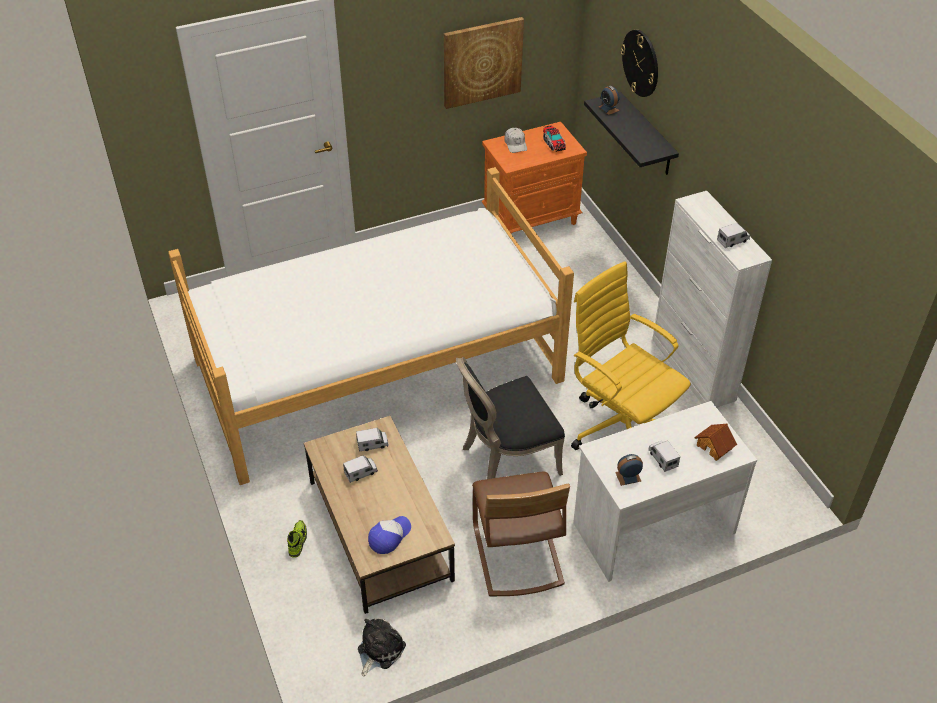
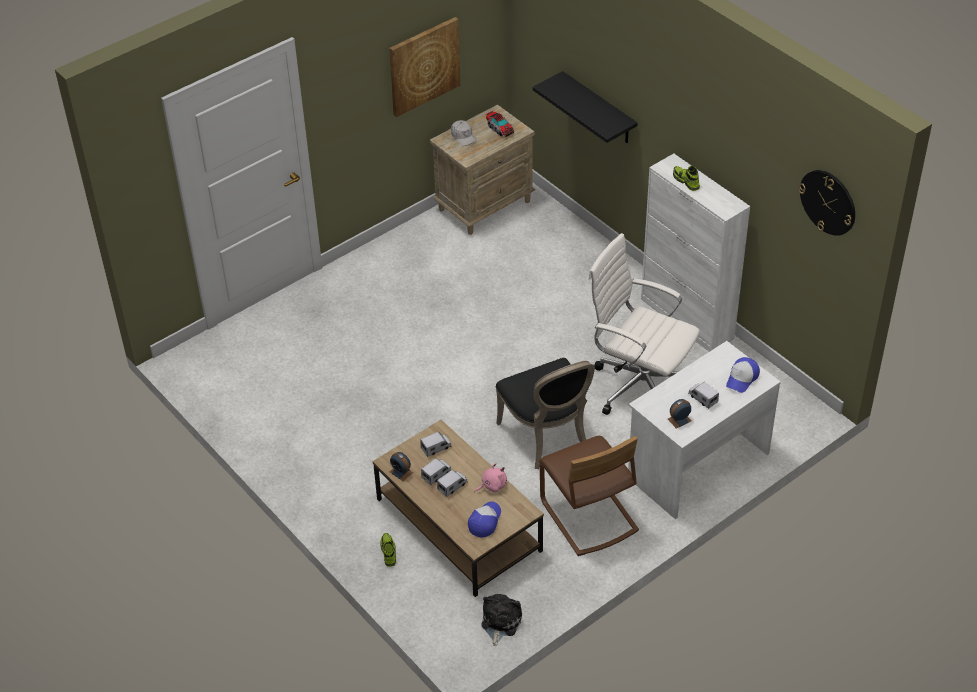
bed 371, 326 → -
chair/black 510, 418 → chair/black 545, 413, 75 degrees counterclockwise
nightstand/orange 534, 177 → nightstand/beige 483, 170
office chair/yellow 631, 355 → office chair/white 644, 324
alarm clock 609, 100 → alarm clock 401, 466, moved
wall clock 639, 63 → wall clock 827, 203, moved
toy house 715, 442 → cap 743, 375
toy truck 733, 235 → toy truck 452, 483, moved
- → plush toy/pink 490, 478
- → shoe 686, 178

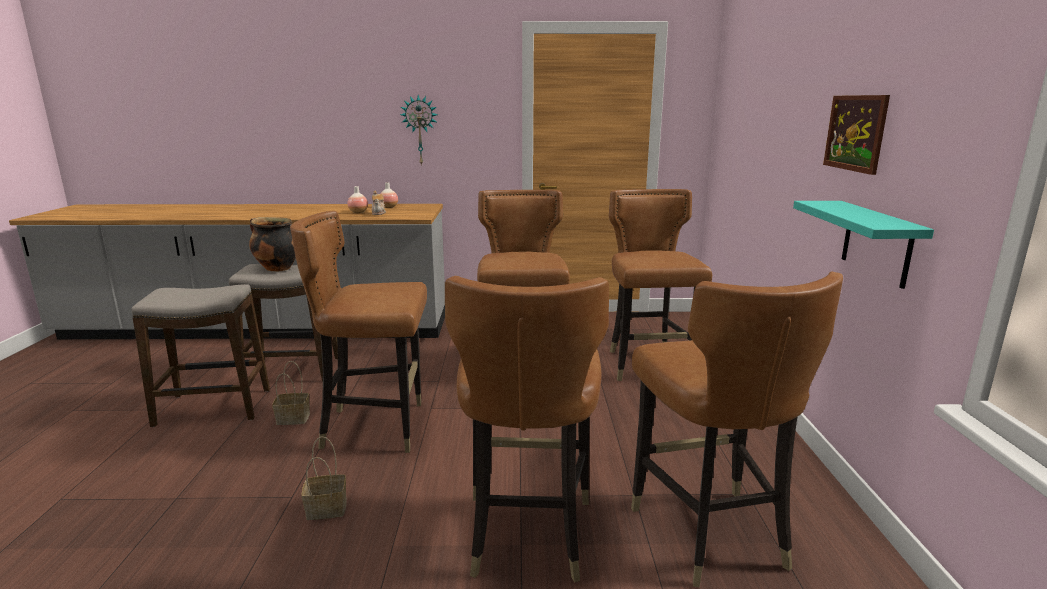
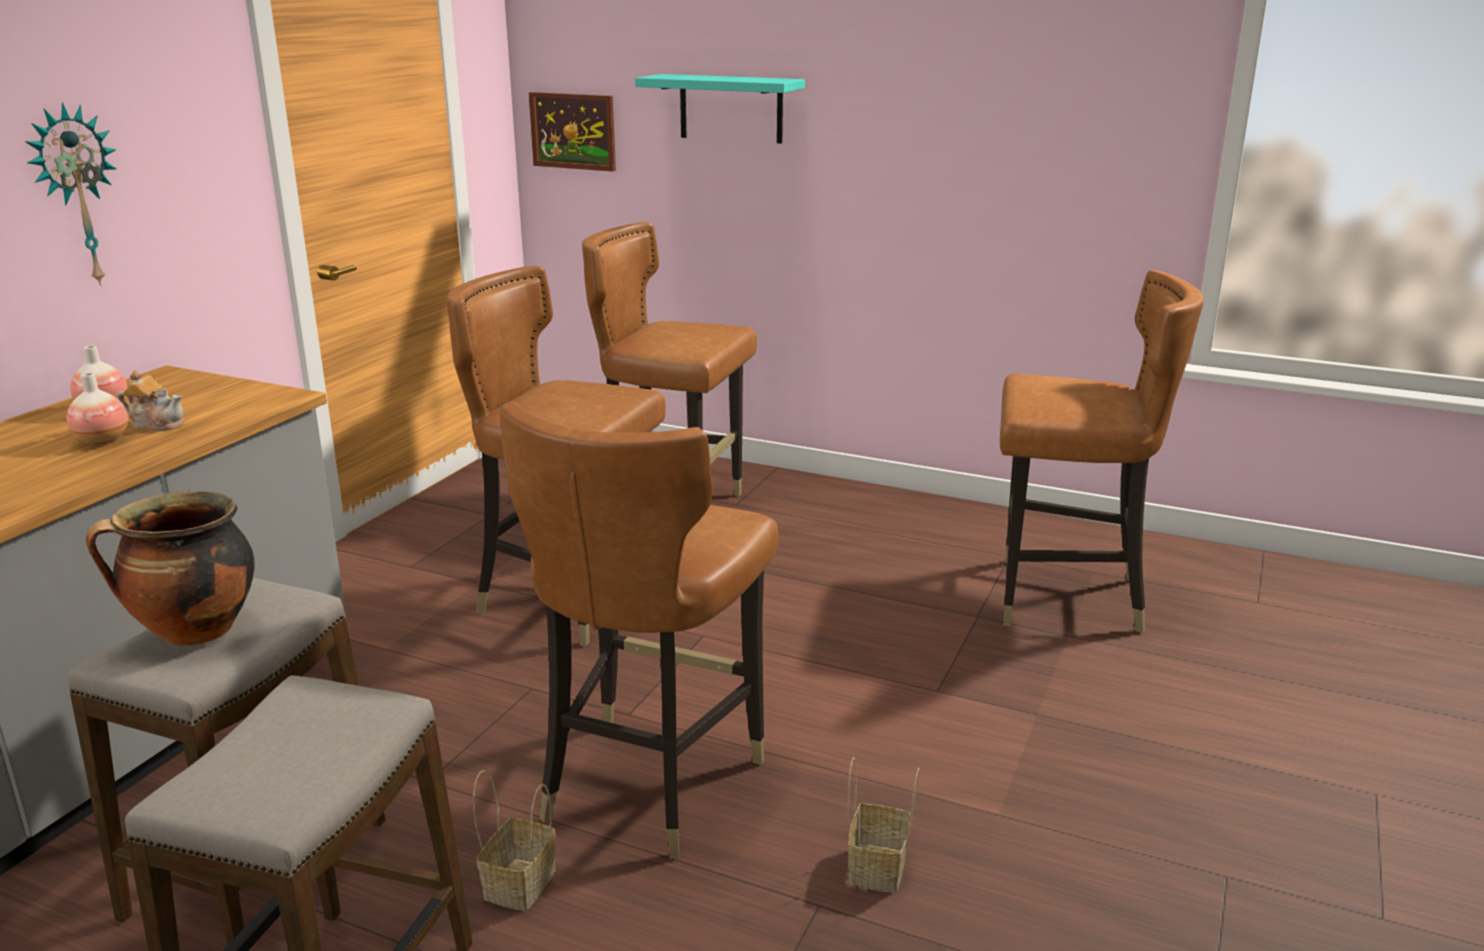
chair/brown 527, 429 → -
shelf/turquoise 863, 245 → shelf/turquoise 720, 109, moved
picture 856, 135 → picture 572, 132, moved

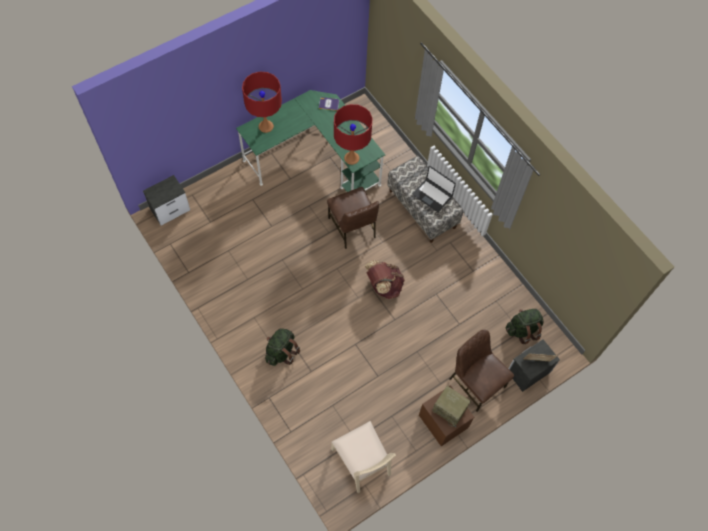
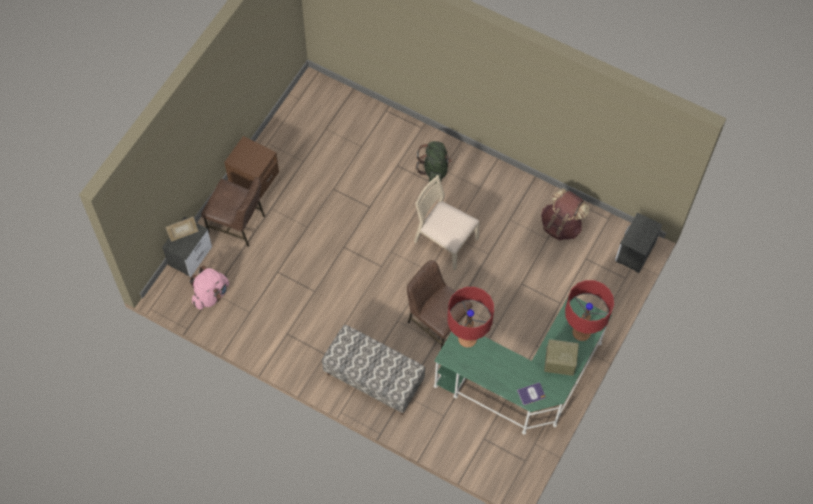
chair/beige 363, 457 → chair/beige 447, 222, moved
backpack/brown 385, 279 → backpack/brown 565, 214, moved
laptop 434, 189 → -
radio 451, 406 → radio 561, 357, moved
backpack/green 525, 326 → backpack/pink 209, 287

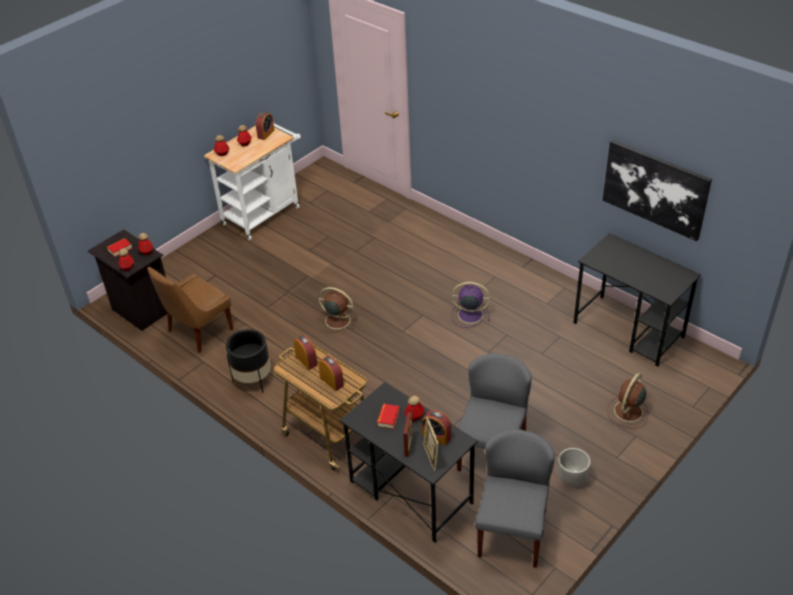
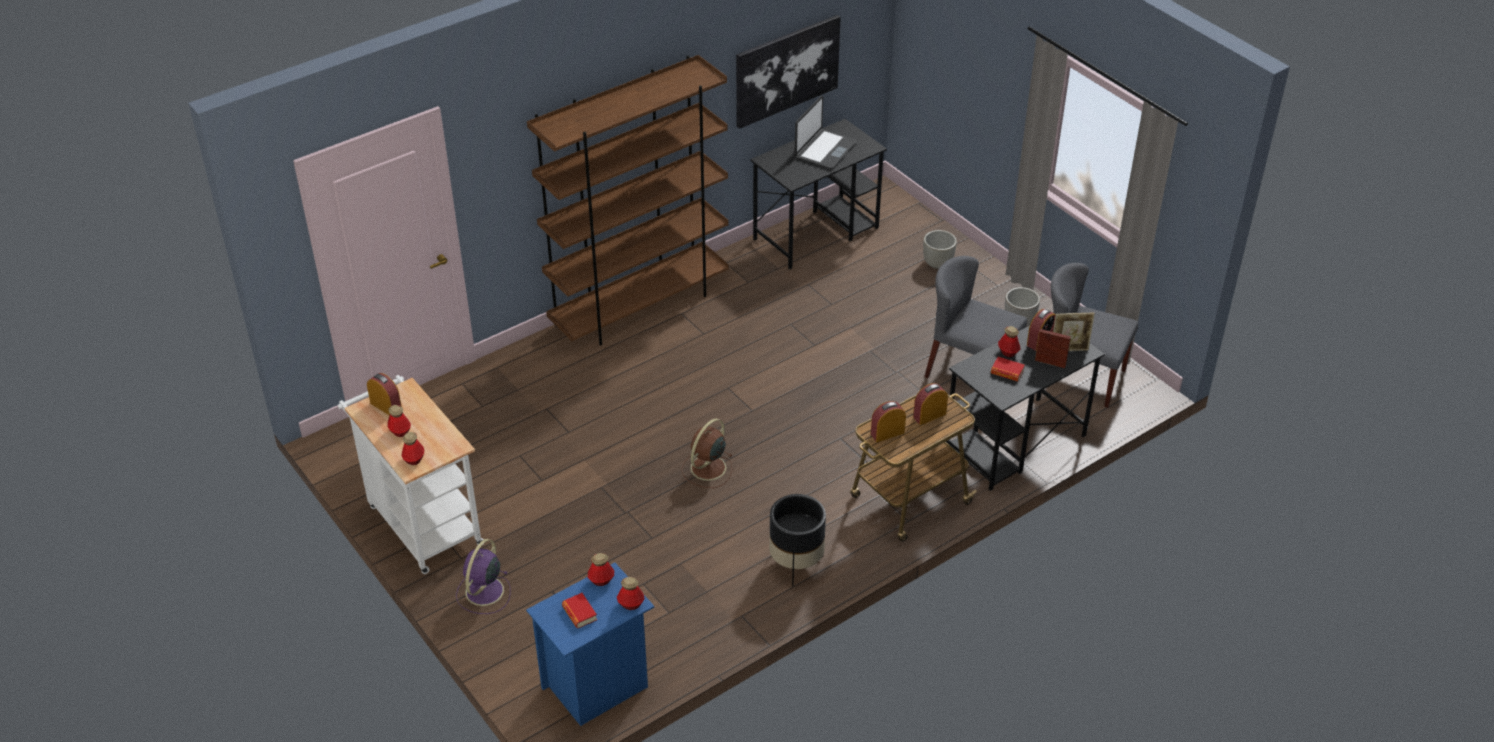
nightstand/black 127, 280 → nightstand/blue 590, 644
chair/brown 190, 310 → -
fan/purple 470, 305 → fan/purple 483, 576, moved
fan/brown 627, 401 → planter/grey 940, 249
- → bookcase/brown 628, 200
- → laptop 825, 132

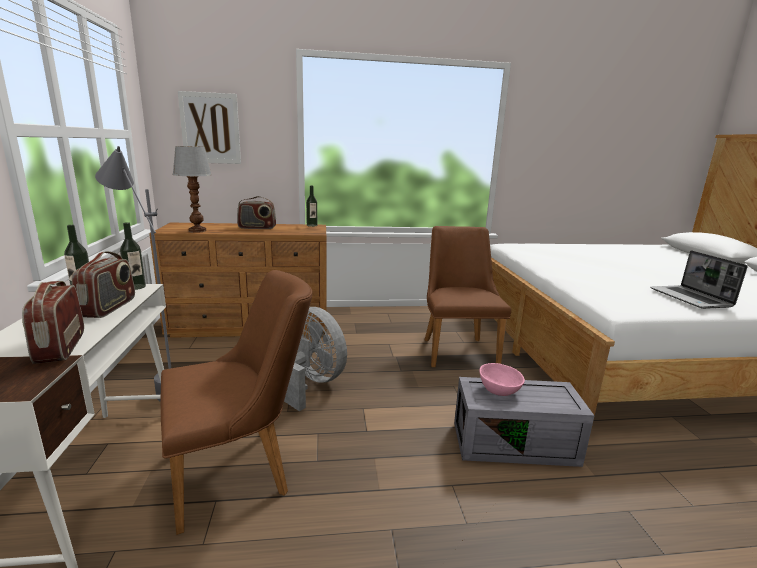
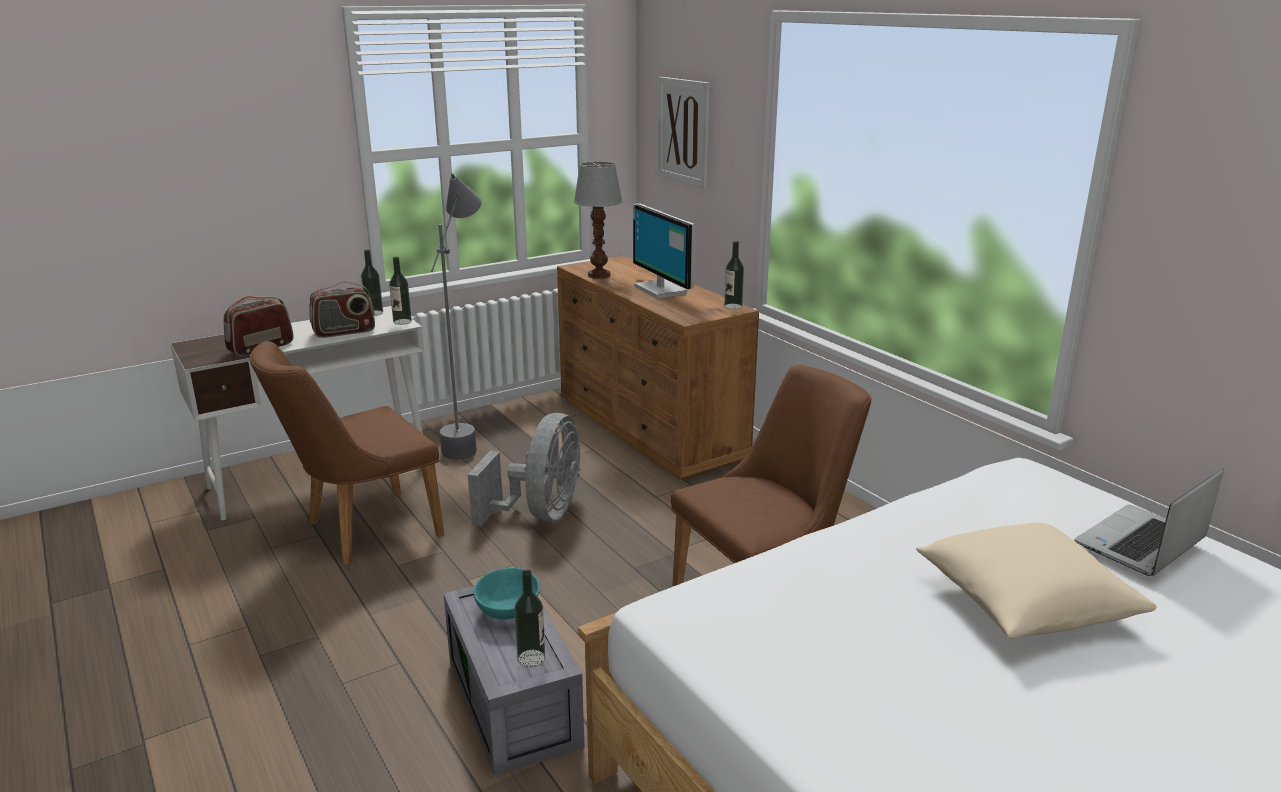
chair/brown 236, 402 → chair/brown 347, 453, 105 degrees clockwise
radio 256, 212 → monitor 664, 251
bowl/pink 502, 379 → bowl/turquoise 507, 593
laptop 699, 279 → laptop 1149, 522, moved
- → bottle 529, 618
- → pillow/beige 1036, 581

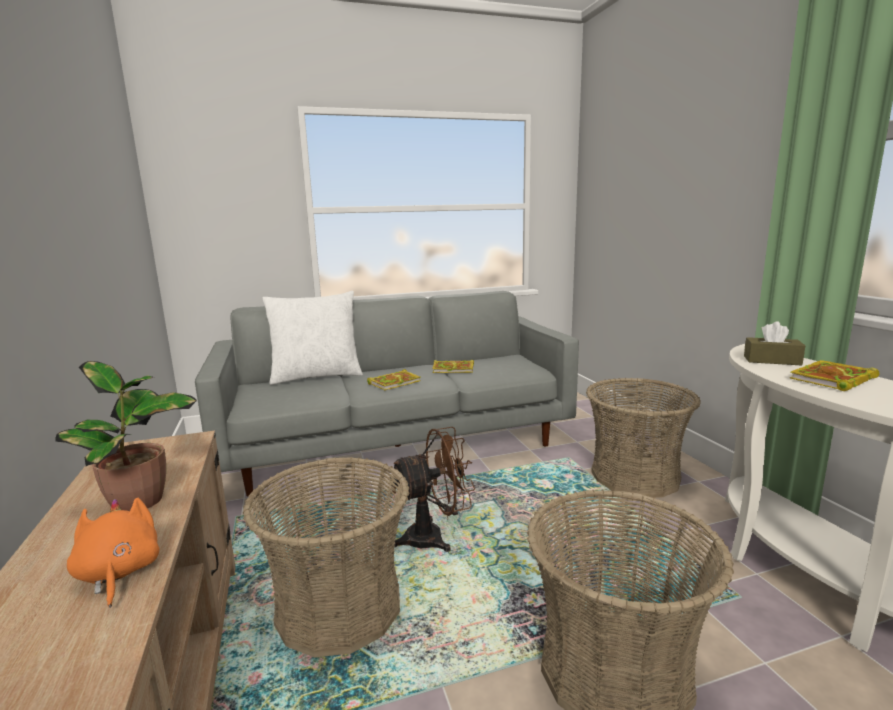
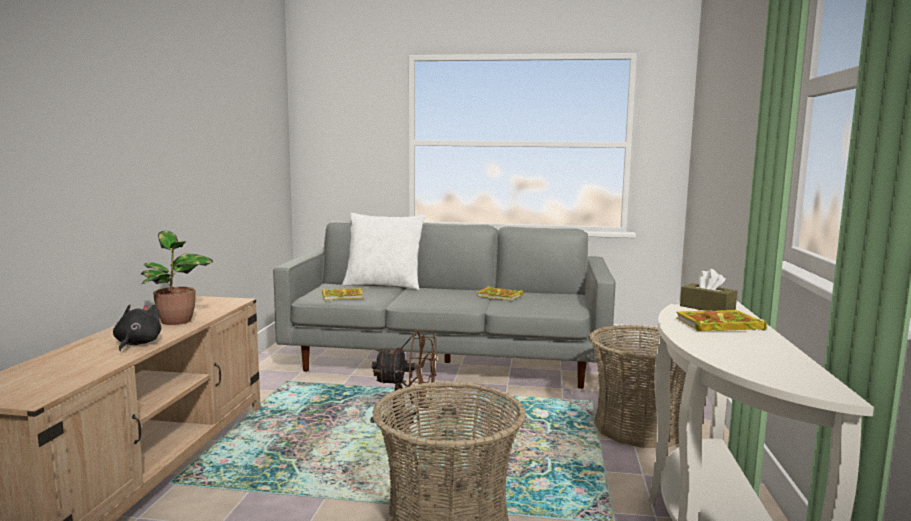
plush toy/orange 113, 552 → plush toy/black 137, 327
basket 326, 557 → -
book 394, 379 → book 342, 293, moved

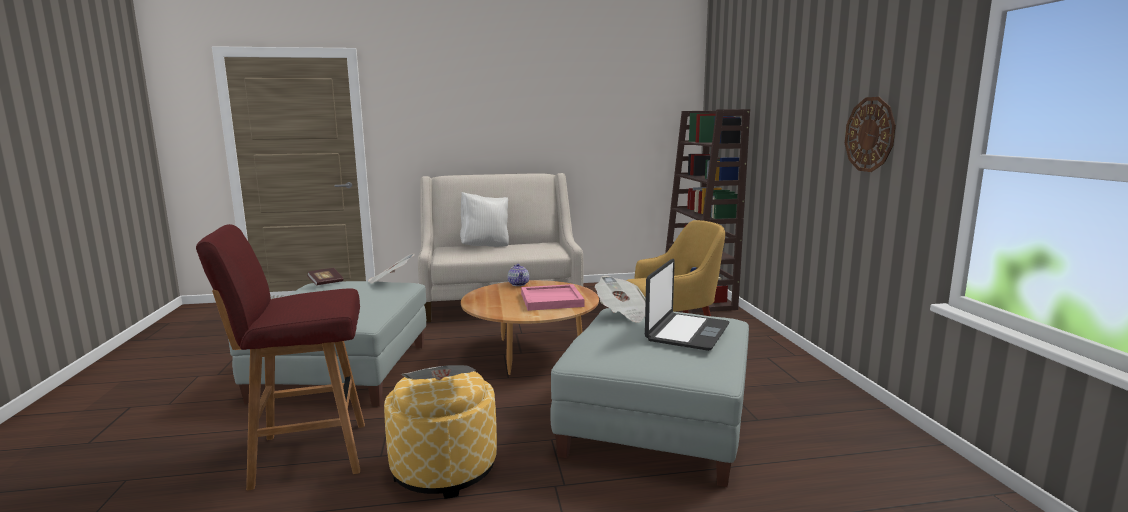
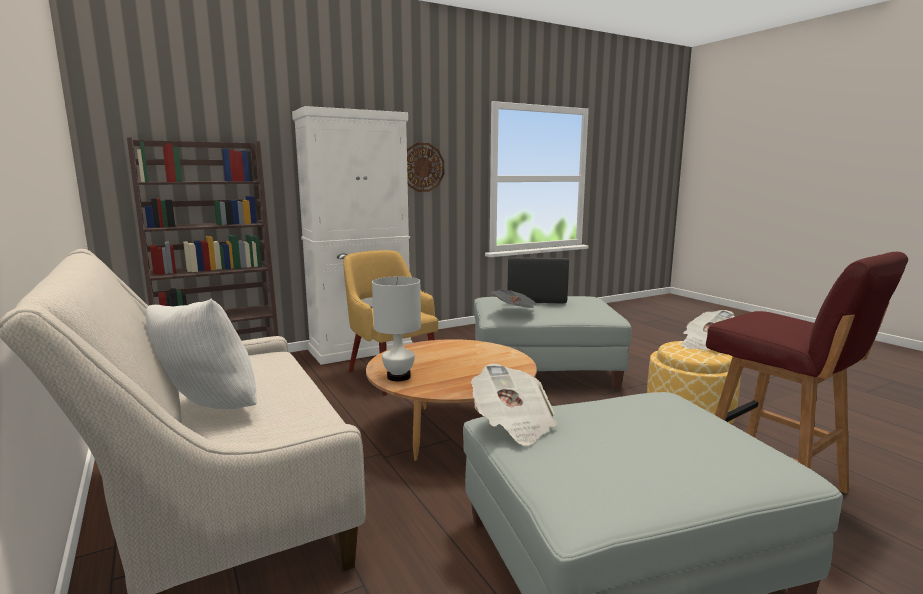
book 325, 277 → -
teapot 518, 275 → table lamp/white 396, 328
tray/pink 552, 297 → -
- → cabinet/white 352, 235

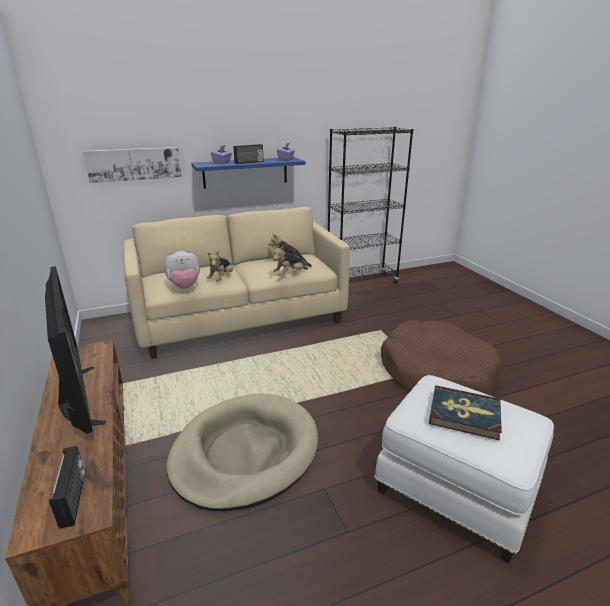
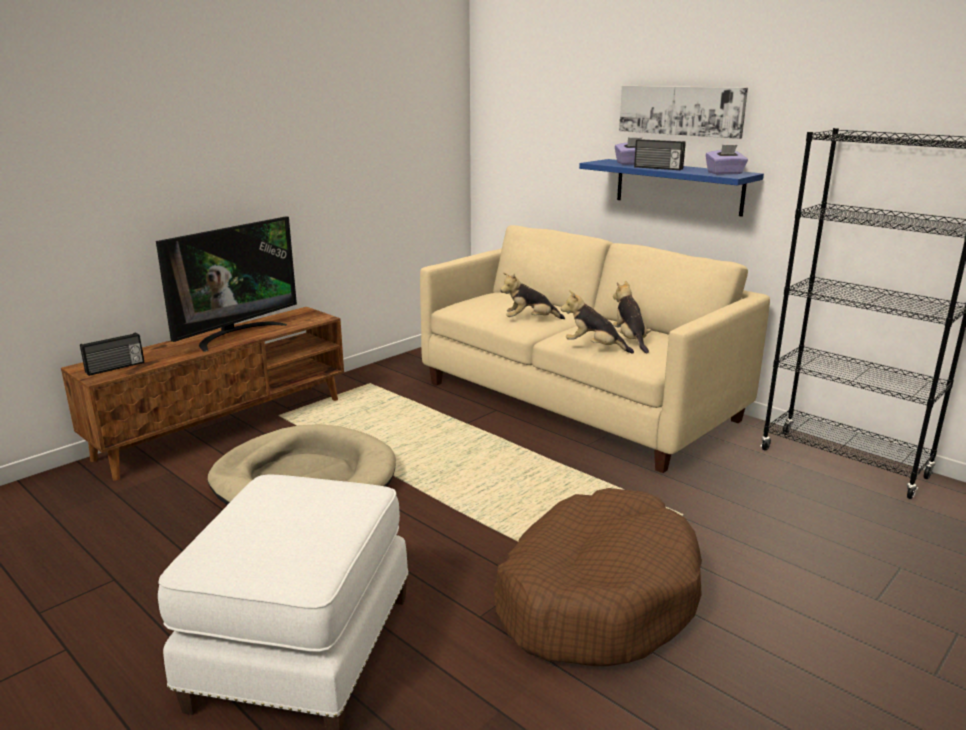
picture 132, 165 → picture 683, 112, moved
plush toy 182, 269 → -
book 465, 413 → -

